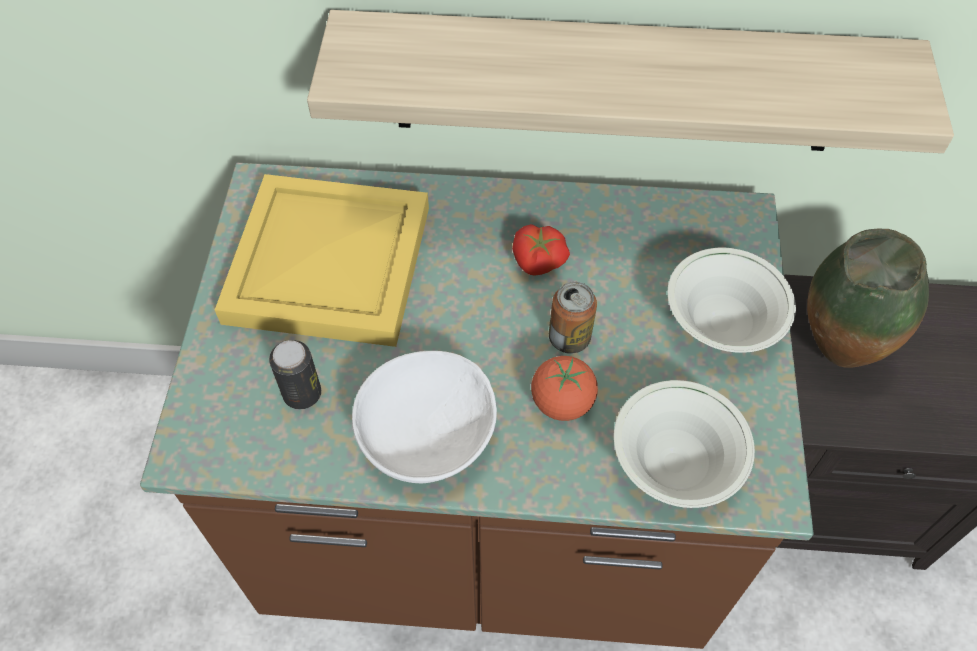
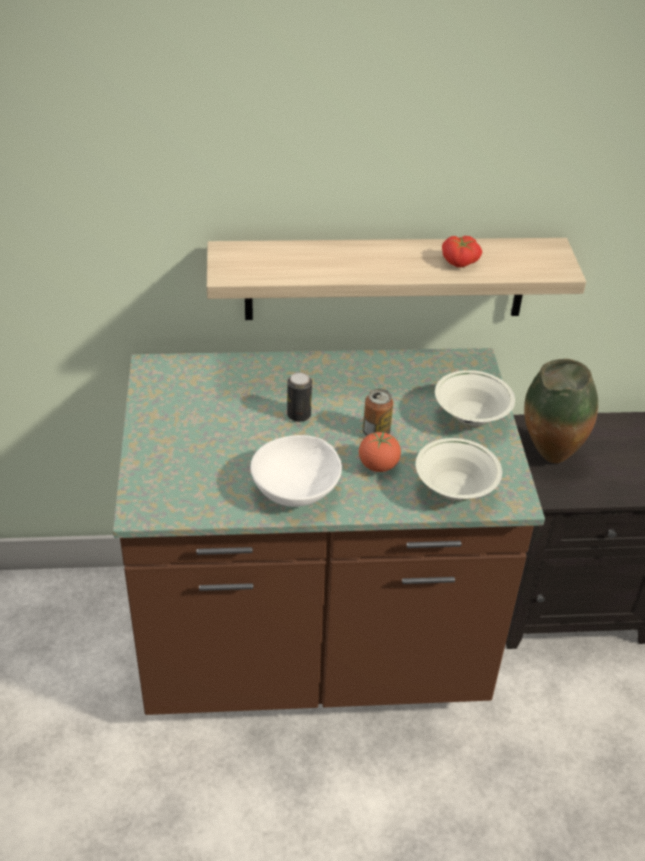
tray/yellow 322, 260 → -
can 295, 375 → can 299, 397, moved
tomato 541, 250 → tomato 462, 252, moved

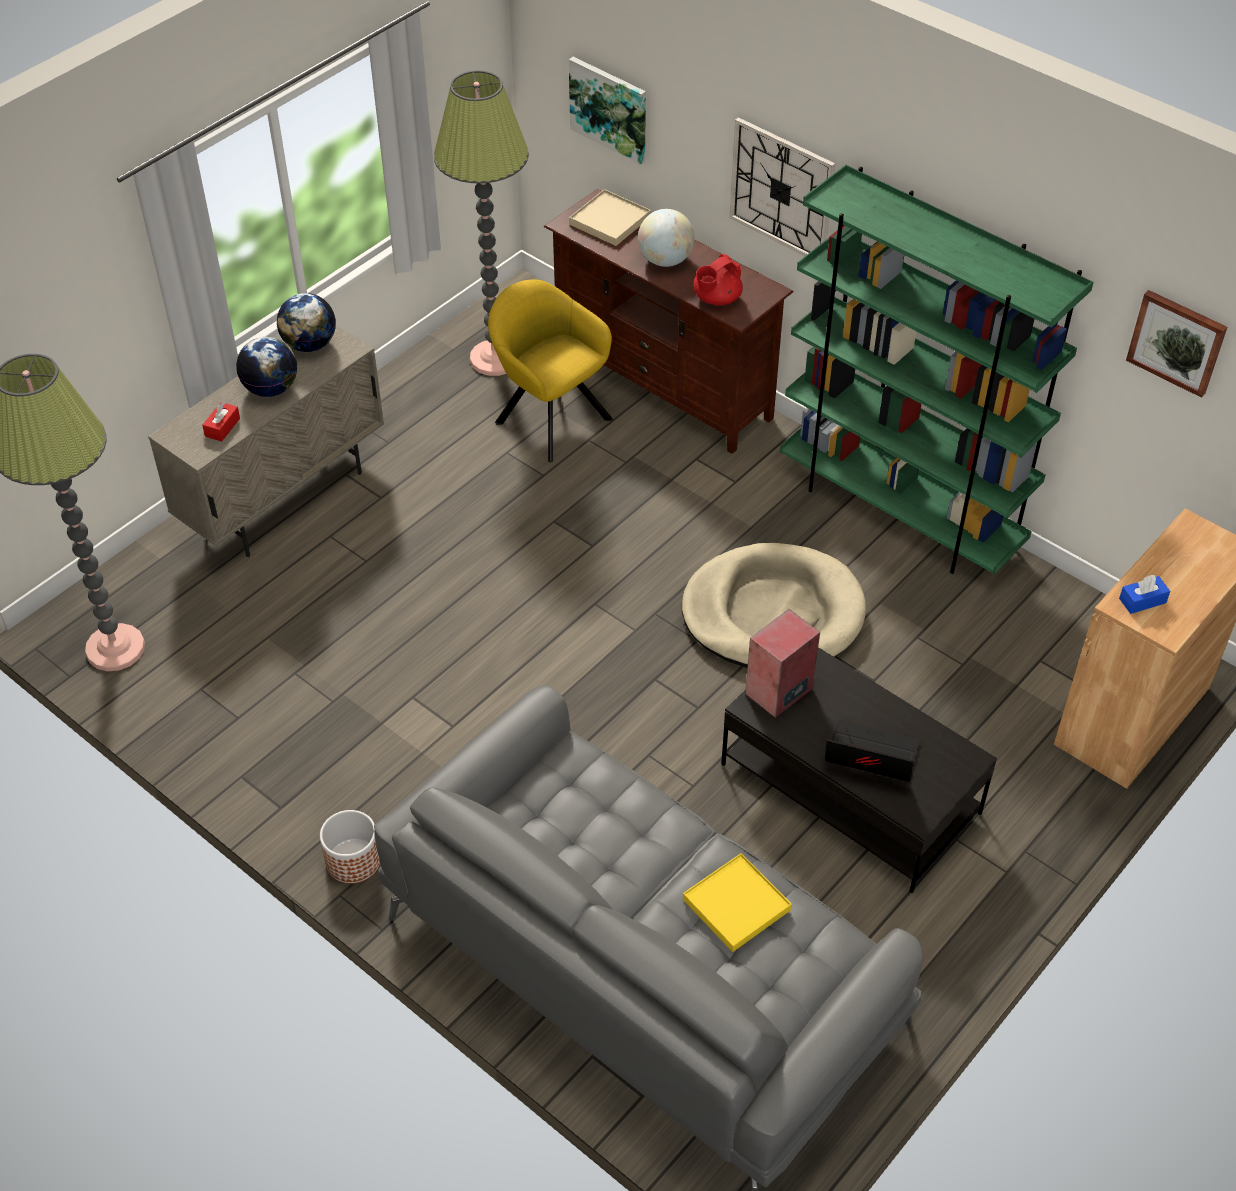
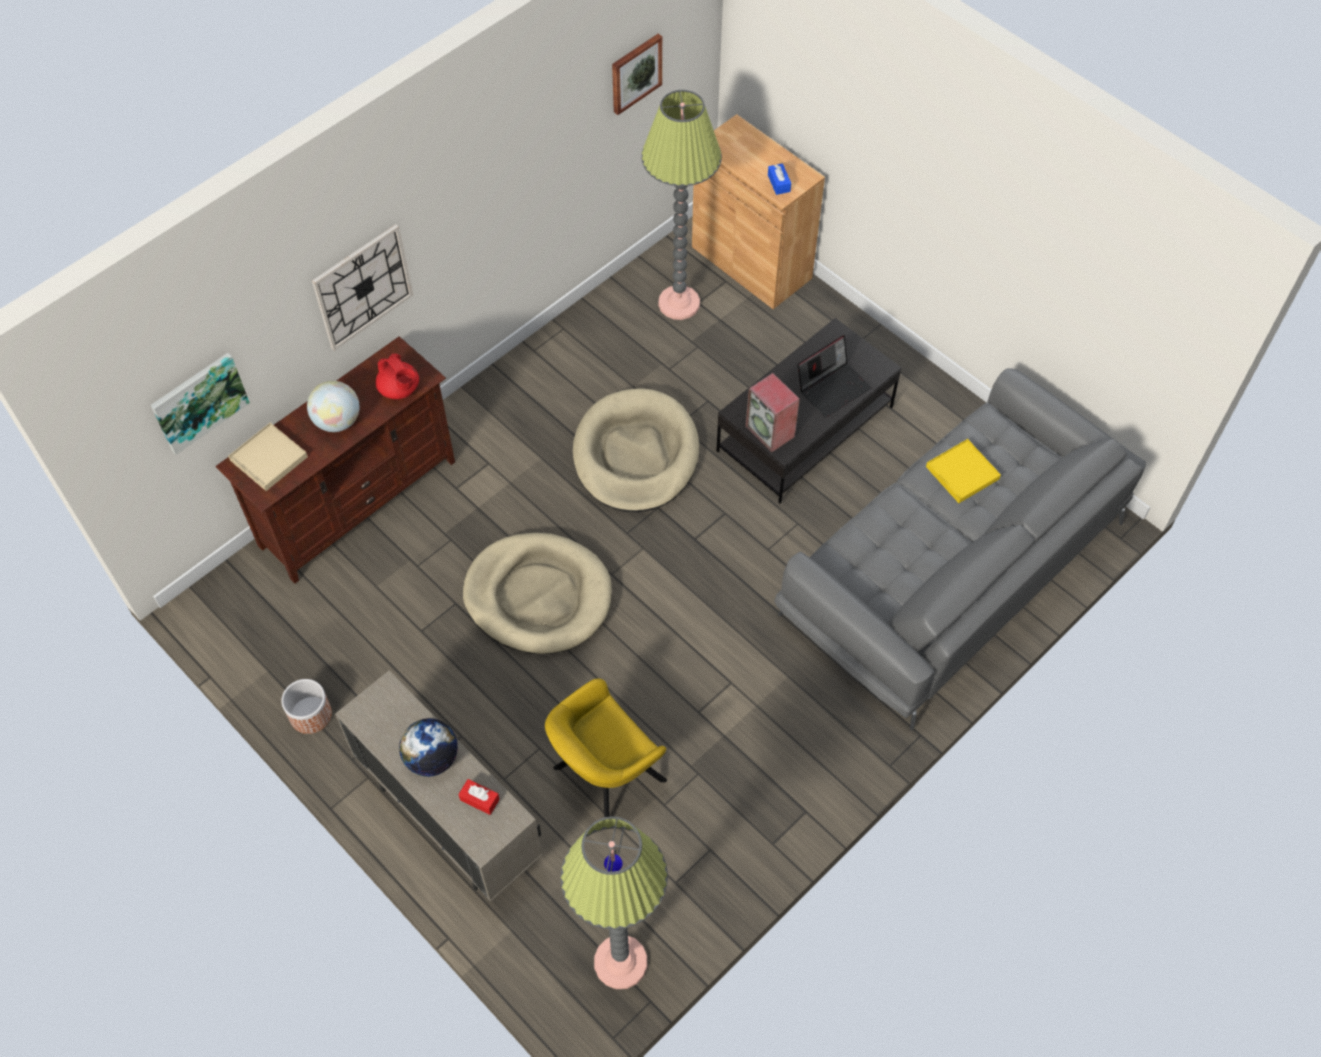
globe 306, 322 → -
planter 350, 847 → planter 306, 706, moved
floor lamp 481, 223 → floor lamp 682, 205, moved
armchair/yellow 550, 370 → armchair/yellow 606, 747, moved
bookcase/green 937, 369 → -
laptop 872, 751 → laptop 834, 376, 150 degrees counterclockwise
- → dog bed/beige 537, 593

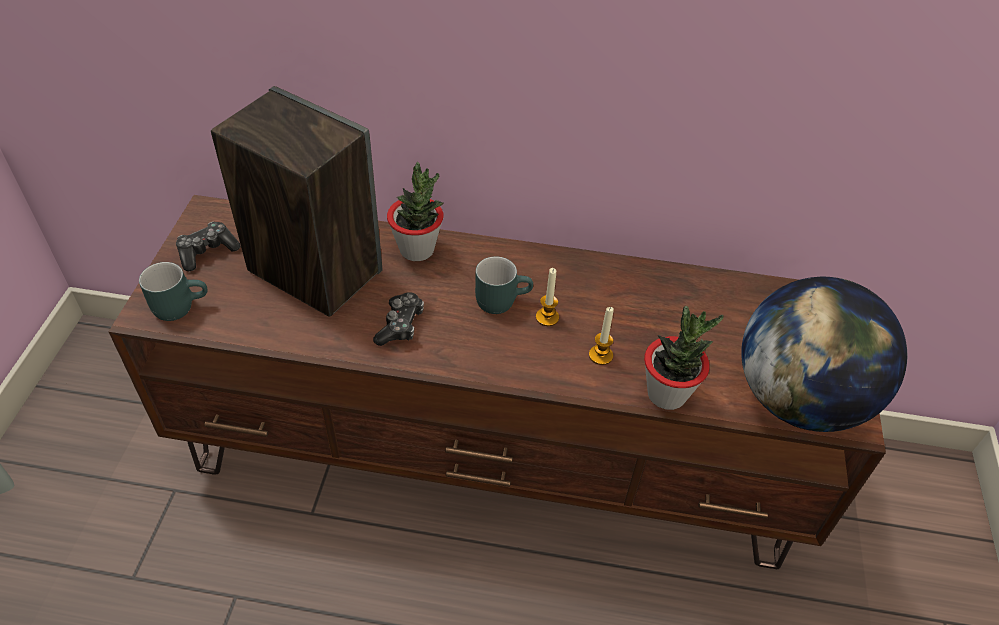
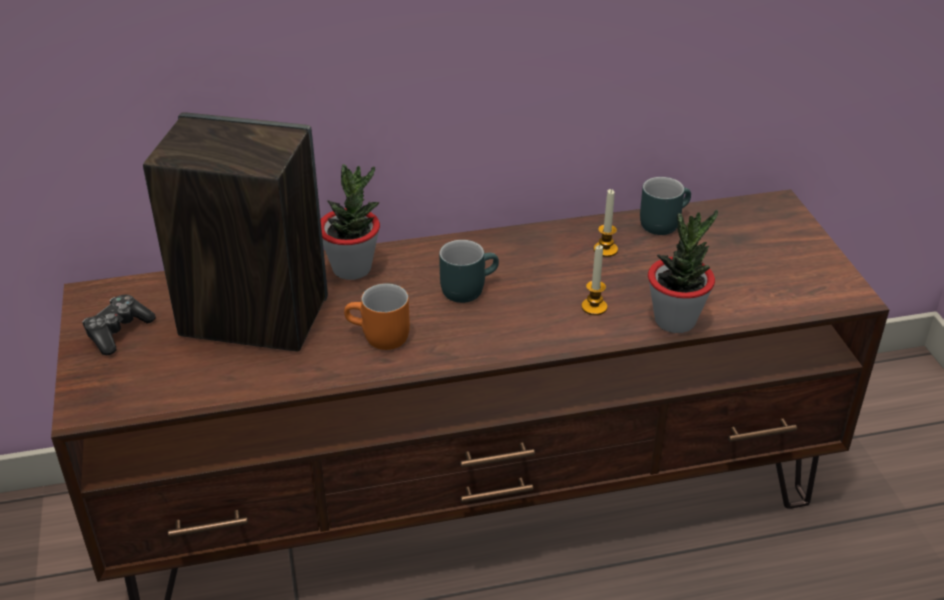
mug/turquoise 173, 291 → mug/turquoise 665, 206, moved
game controller 398, 319 → mug/orange 377, 316
candle 547, 297 → candle 606, 223, moved
globe 824, 354 → -

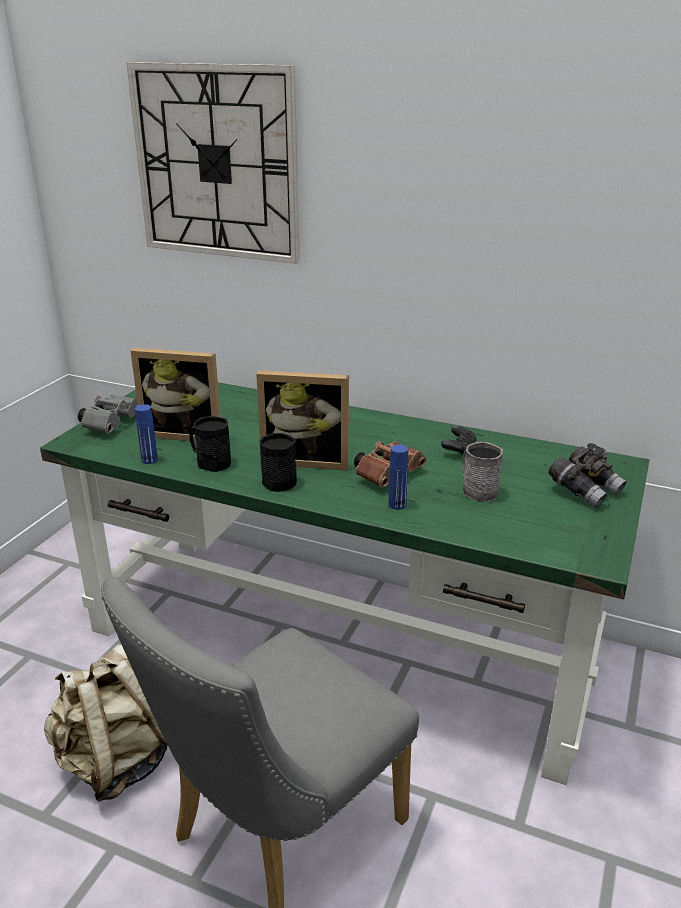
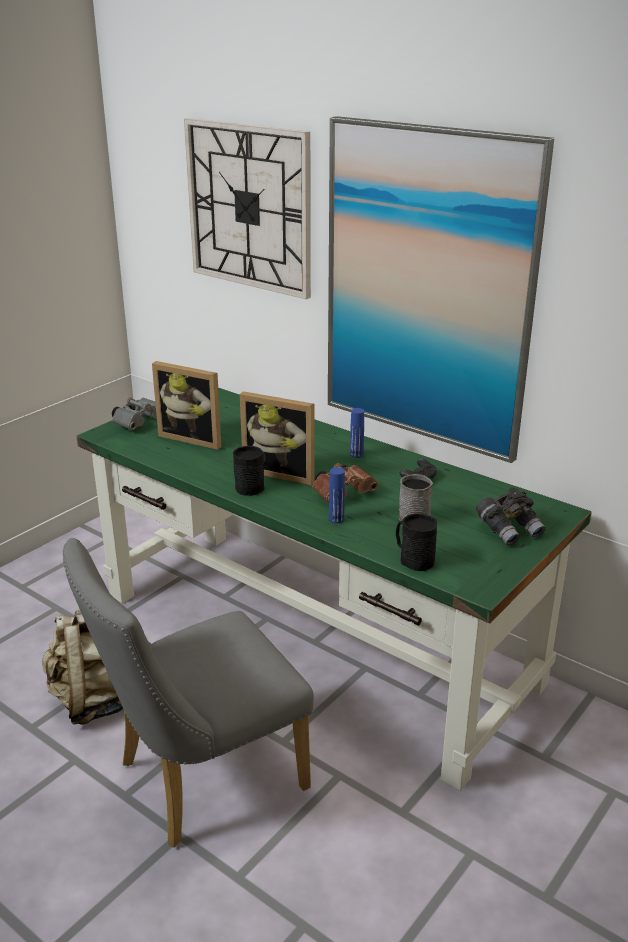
bottle/blue 146, 434 → bottle/blue 357, 433, moved
mug/black 210, 444 → mug/black 416, 542, moved
- → picture 441, 289

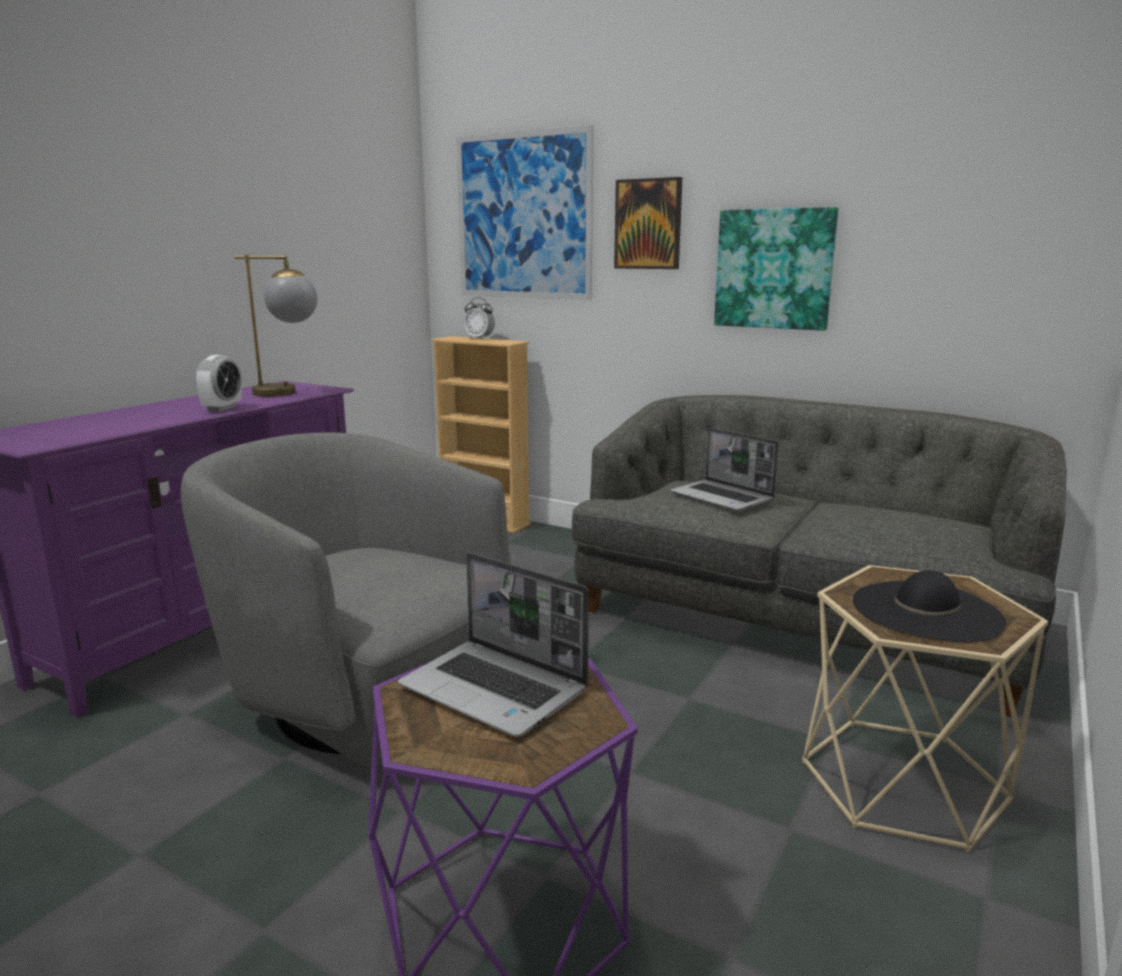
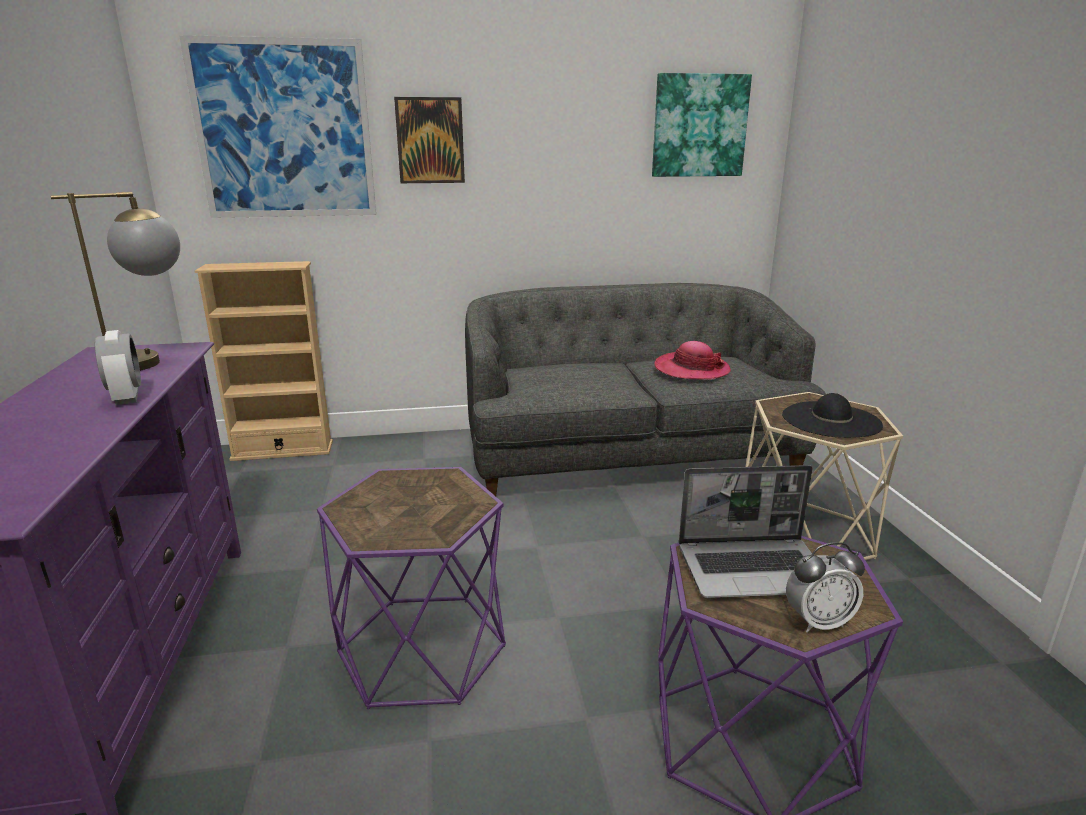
armchair/grey 346, 599 → side table/purple 411, 588
alarm clock 479, 318 → alarm clock 825, 587, moved
laptop 724, 469 → -
picture 776, 269 → picture 702, 125, moved
- → hat 692, 360

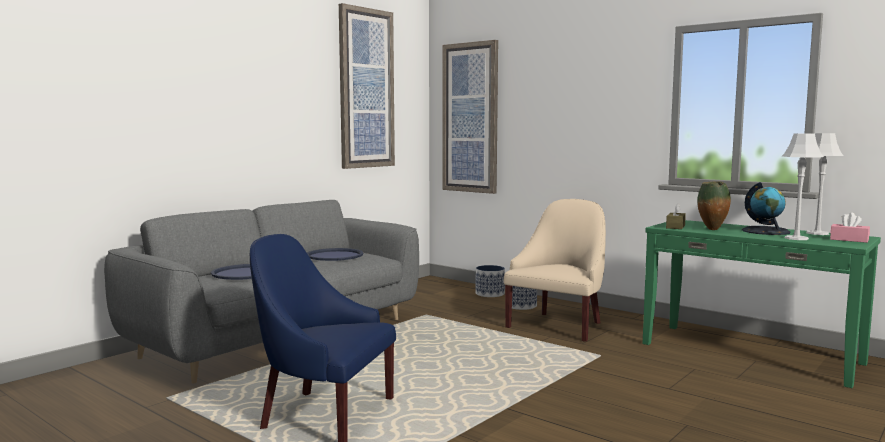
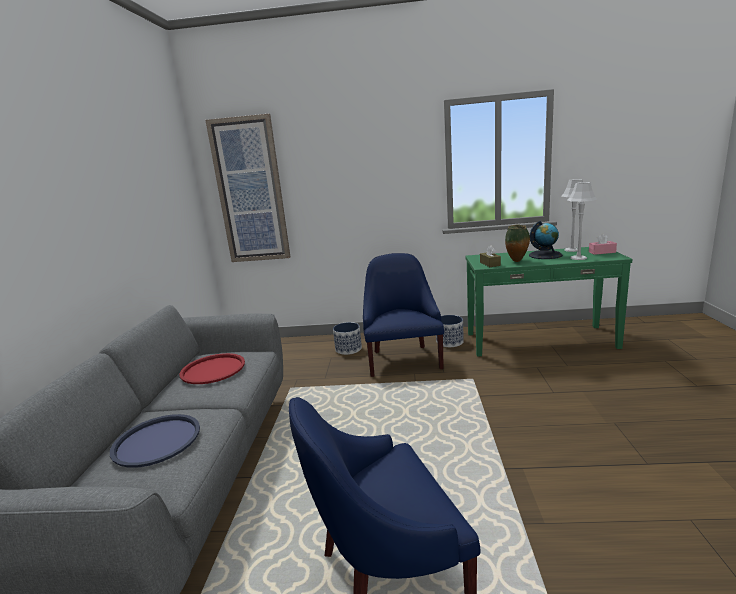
tray/blue 335, 254 → tray/red 212, 368
picture 367, 86 → -
planter 490, 281 → planter 450, 331, moved
armchair/beige 555, 270 → armchair/blue 403, 315

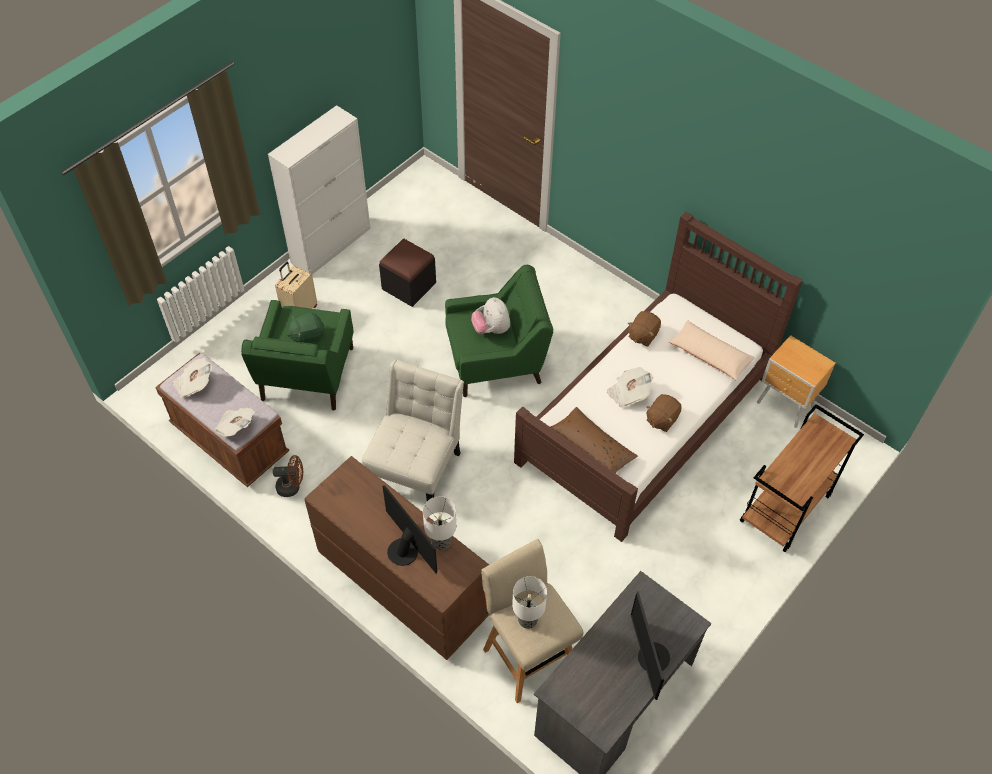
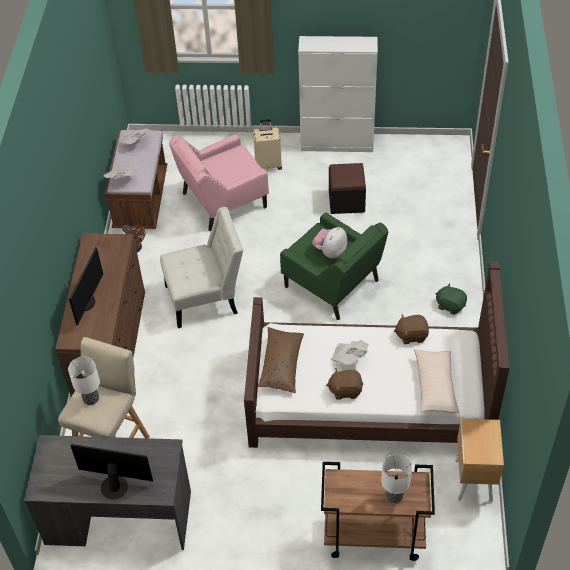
armchair/green 297, 355 → armchair/pink 219, 182
plush toy/green 305, 328 → plush toy/green 451, 299, moved
table lamp 439, 523 → table lamp 396, 479, moved
monitor 650, 645 → monitor 111, 471, 60 degrees clockwise

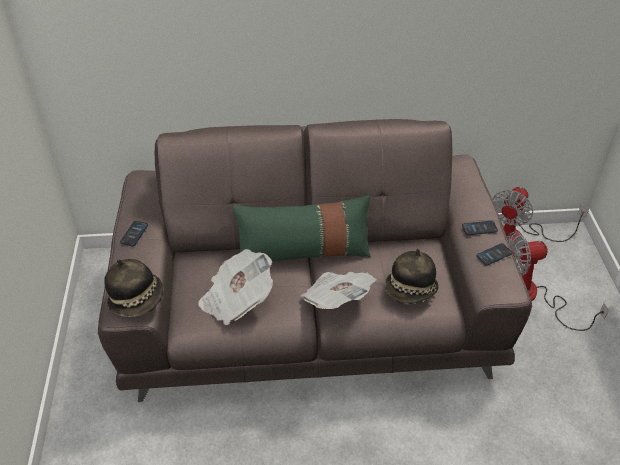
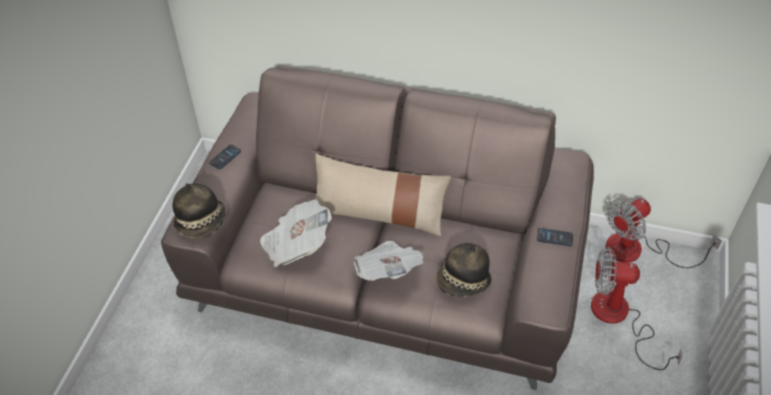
pillow/green 301, 228 → pillow/beige 383, 195
phone 494, 254 → -

